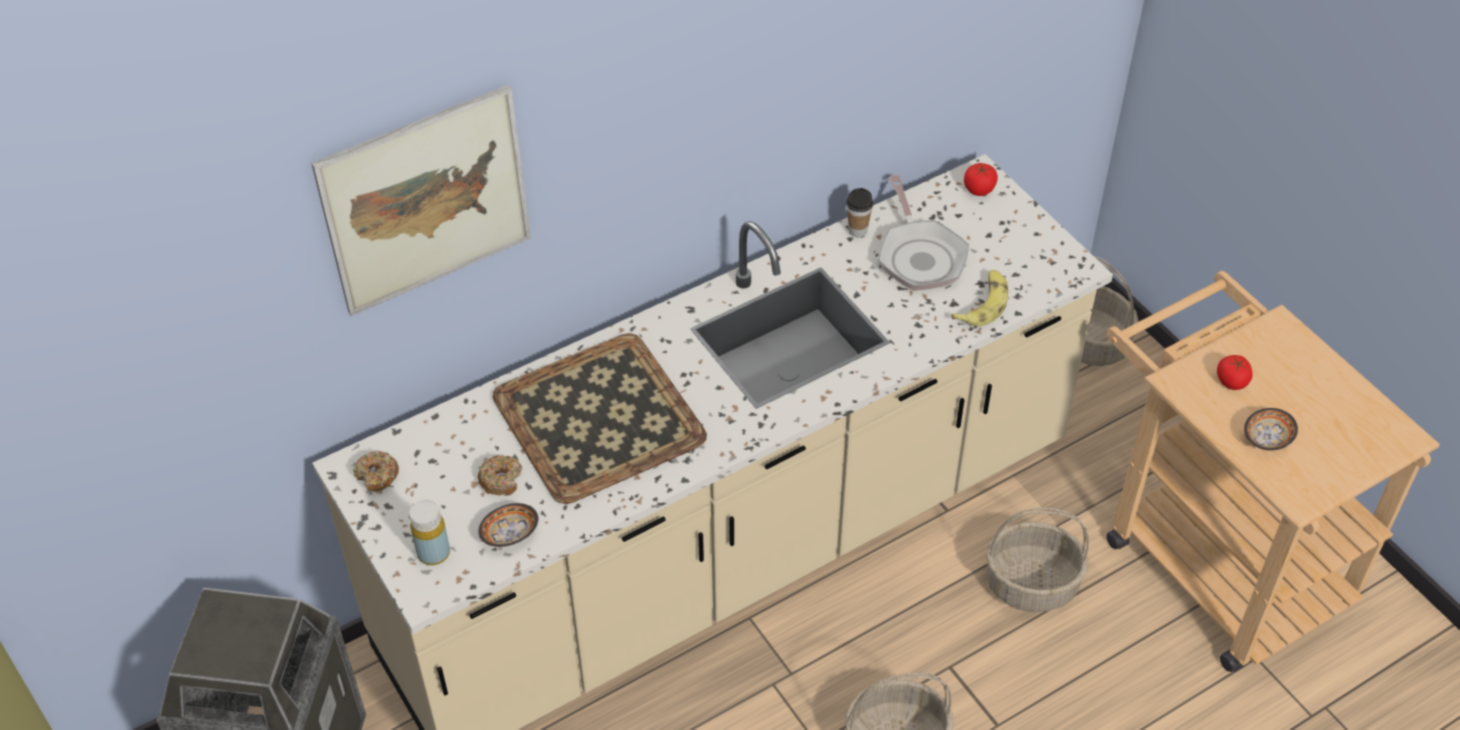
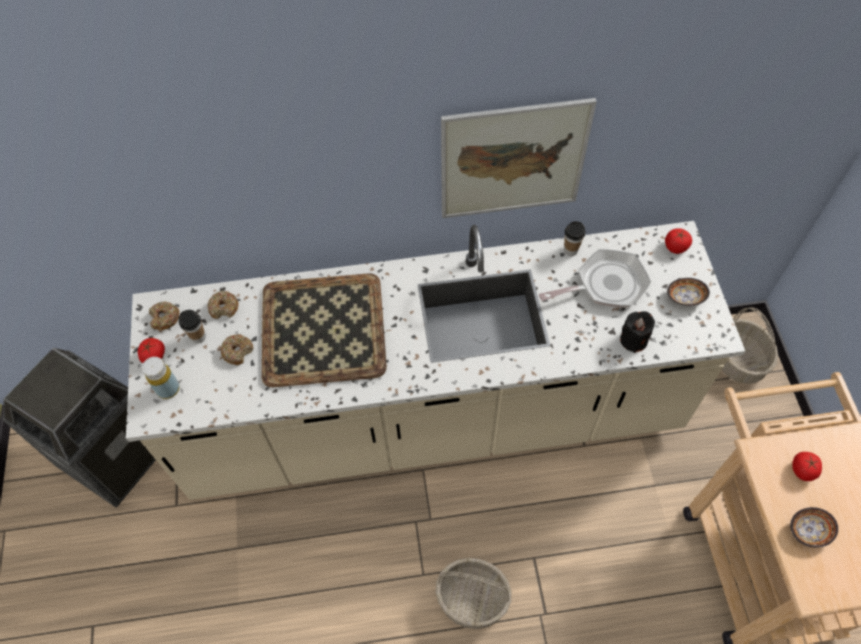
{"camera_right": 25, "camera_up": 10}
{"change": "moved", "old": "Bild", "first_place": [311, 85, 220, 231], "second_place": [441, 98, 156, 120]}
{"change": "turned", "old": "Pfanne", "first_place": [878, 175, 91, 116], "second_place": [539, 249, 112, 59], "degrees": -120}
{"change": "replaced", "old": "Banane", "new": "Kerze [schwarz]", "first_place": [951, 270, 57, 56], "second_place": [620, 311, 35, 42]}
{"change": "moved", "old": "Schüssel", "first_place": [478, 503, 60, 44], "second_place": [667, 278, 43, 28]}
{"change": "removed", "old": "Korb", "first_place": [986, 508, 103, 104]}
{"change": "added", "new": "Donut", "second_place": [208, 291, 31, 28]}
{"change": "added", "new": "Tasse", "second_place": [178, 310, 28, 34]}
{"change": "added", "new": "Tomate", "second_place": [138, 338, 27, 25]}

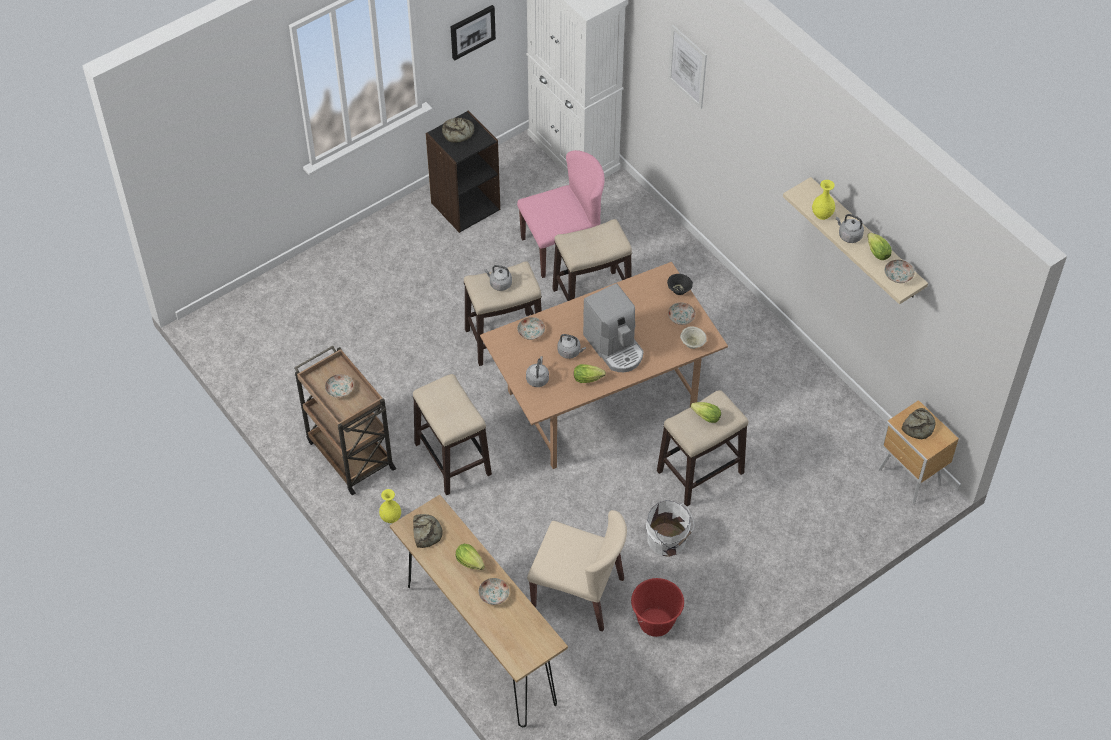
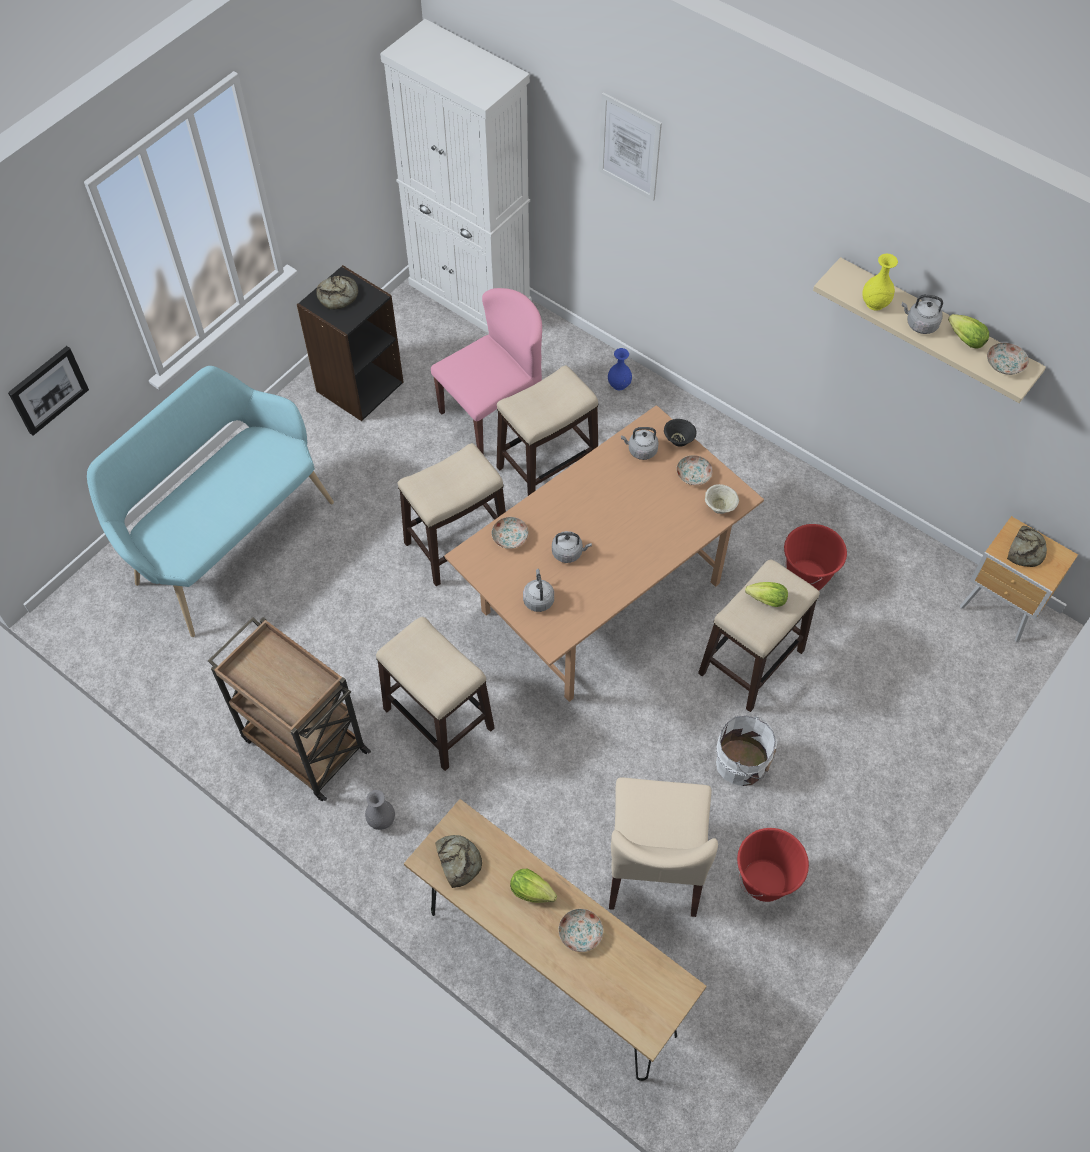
{"camera_right": -15, "camera_up": 5}
{"change": "moved", "old": "Bild", "first_place": [451, 5, 45, 56], "second_place": [8, 346, 81, 90]}
{"change": "moved", "old": "Wasserkessel [grau]", "first_place": [484, 265, 28, 26], "second_place": [621, 427, 38, 33]}
{"change": "removed", "old": "Kaffeemaschine", "first_place": [583, 283, 61, 89]}
{"change": "removed", "old": "Salatkopf", "first_place": [574, 364, 32, 19]}
{"change": "removed", "old": "Teller", "first_place": [325, 374, 29, 24]}
{"change": "recoloured", "old": "Vase [gelb]", "new": "Vase [grau]", "first_place": [379, 489, 22, 34], "second_place": [365, 790, 30, 40]}
{"change": "turned", "old": "Stuhl [beige]", "first_place": [527, 510, 100, 122], "second_place": [609, 777, 109, 140], "degrees": 90}
{"change": "added", "new": "Vase [blau]", "second_place": [608, 348, 24, 42]}
{"change": "added", "new": "Bank [türkis]", "second_place": [87, 366, 247, 271]}
{"change": "added", "new": "Eimer [rot]", "second_place": [784, 524, 63, 67]}

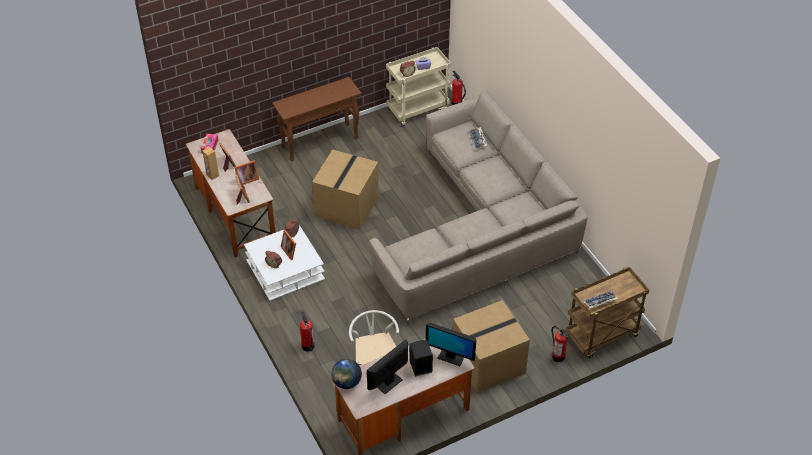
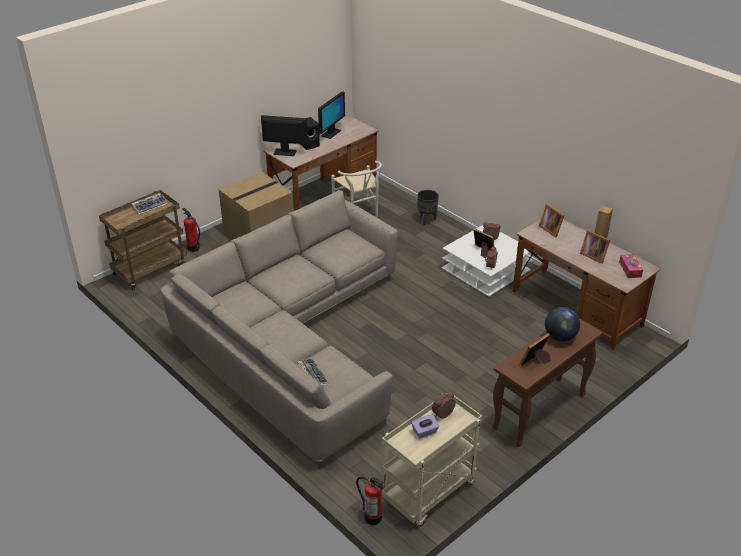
{"camera_right": 165, "camera_up": -10}
{"change": "removed", "old": "Karton", "first_place": [312, 149, 67, 81]}
{"change": "moved", "old": "Bilderrahmen", "first_place": [234, 160, 25, 25], "second_place": [520, 334, 31, 32]}
{"change": "replaced", "old": "Feuerlöscher", "new": "Pflanzkübel [schwarz]", "first_place": [300, 311, 14, 41], "second_place": [417, 190, 22, 35]}
{"change": "moved", "old": "Globus", "first_place": [332, 359, 30, 30], "second_place": [545, 307, 35, 35]}

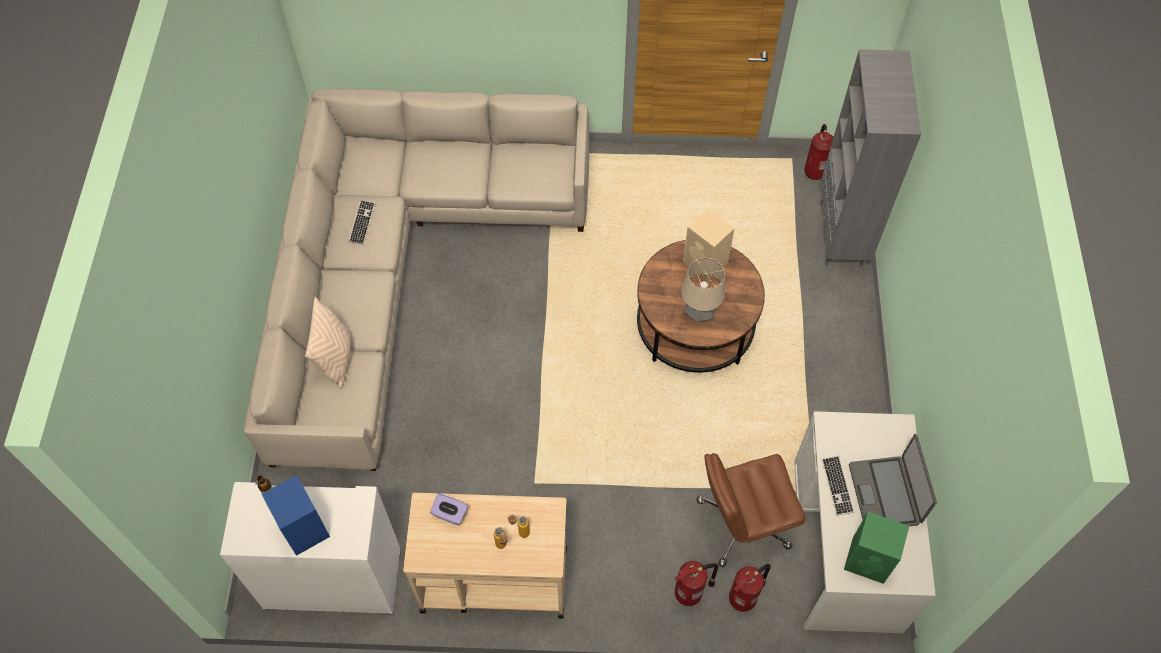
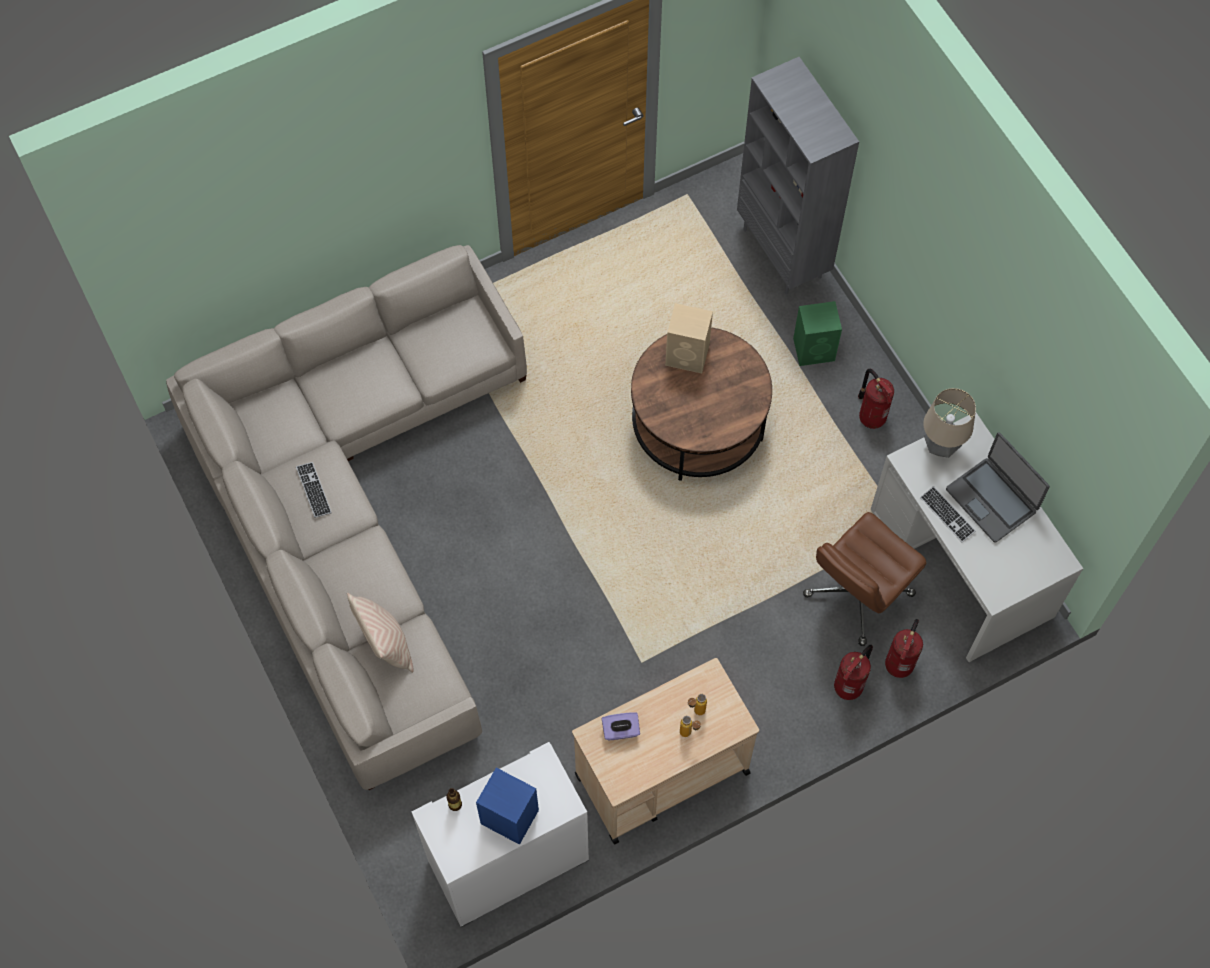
{"camera_right": -30, "camera_up": 5}
{"change": "moved", "old": "Feuerlöscher", "first_place": [804, 124, 29, 56], "second_place": [858, 369, 36, 60]}
{"change": "moved", "old": "Tischlampe", "first_place": [681, 258, 44, 64], "second_place": [923, 388, 53, 70]}
{"change": "moved", "old": "Lautsprecher [grün]", "first_place": [844, 512, 65, 72], "second_place": [793, 301, 49, 65]}

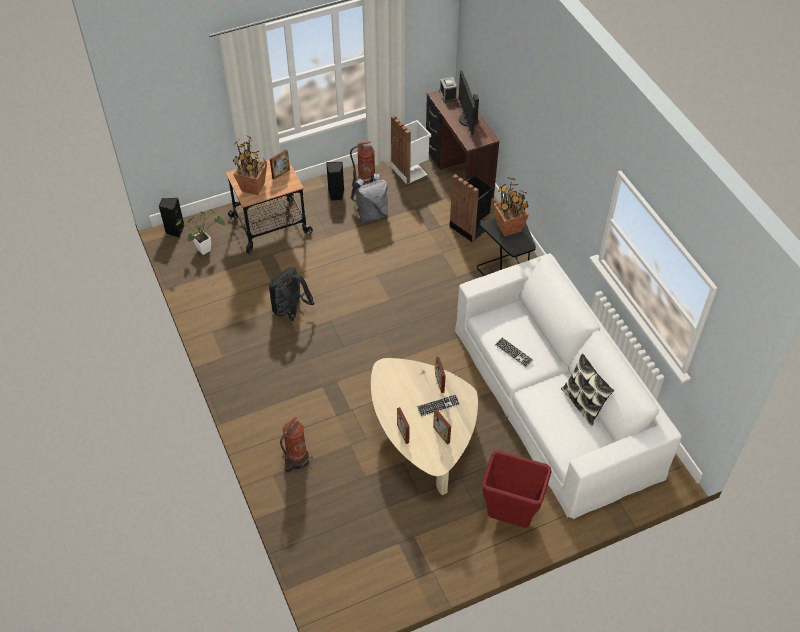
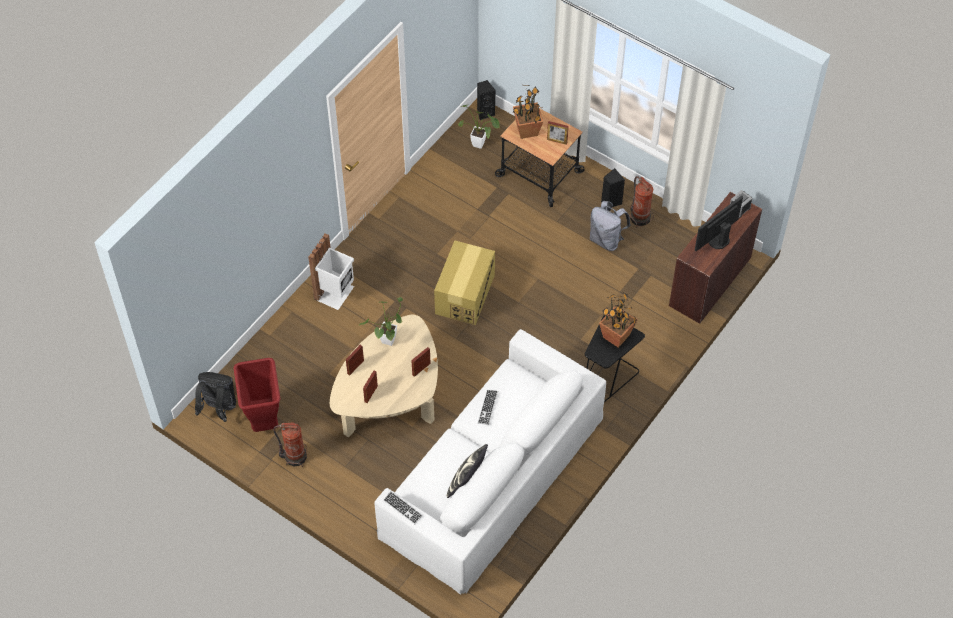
{"camera_right": 60, "camera_up": 5}
{"change": "moved", "old": "Mülleimer [weiß]", "first_place": [391, 115, 40, 69], "second_place": [308, 233, 46, 77]}
{"change": "removed", "old": "Mülleimer [schwarz]", "first_place": [449, 174, 45, 68]}
{"change": "moved", "old": "Rucksack [schwarz]", "first_place": [269, 267, 46, 54], "second_place": [195, 372, 41, 50]}
{"change": "moved", "old": "Tastatur", "first_place": [417, 394, 43, 23], "second_place": [383, 491, 40, 33]}
{"change": "moved", "old": "Feuerlöscher", "first_place": [280, 417, 33, 56], "second_place": [273, 422, 34, 45]}
{"change": "moved", "old": "Mülleimer [rot]", "first_place": [482, 450, 69, 78], "second_place": [234, 358, 47, 74]}
{"change": "added", "new": "Karton", "second_place": [434, 240, 61, 85]}
{"change": "added", "new": "Topfpflanze", "second_place": [358, 297, 45, 49]}

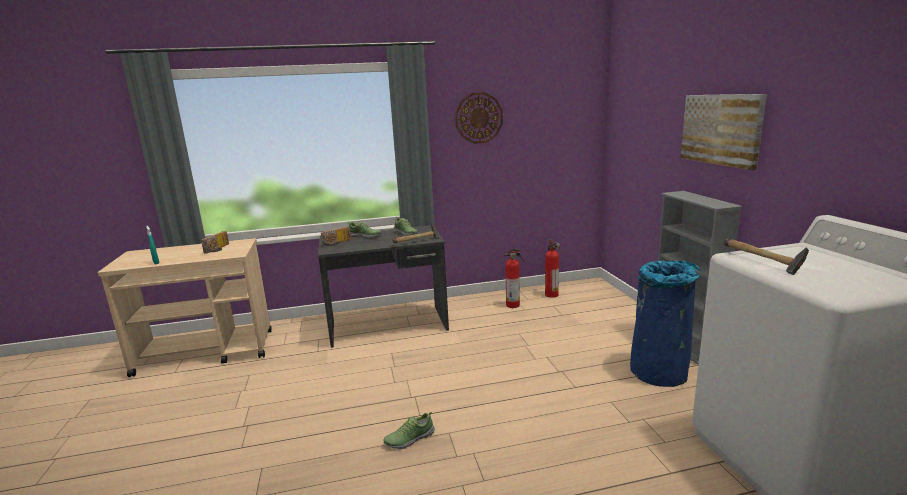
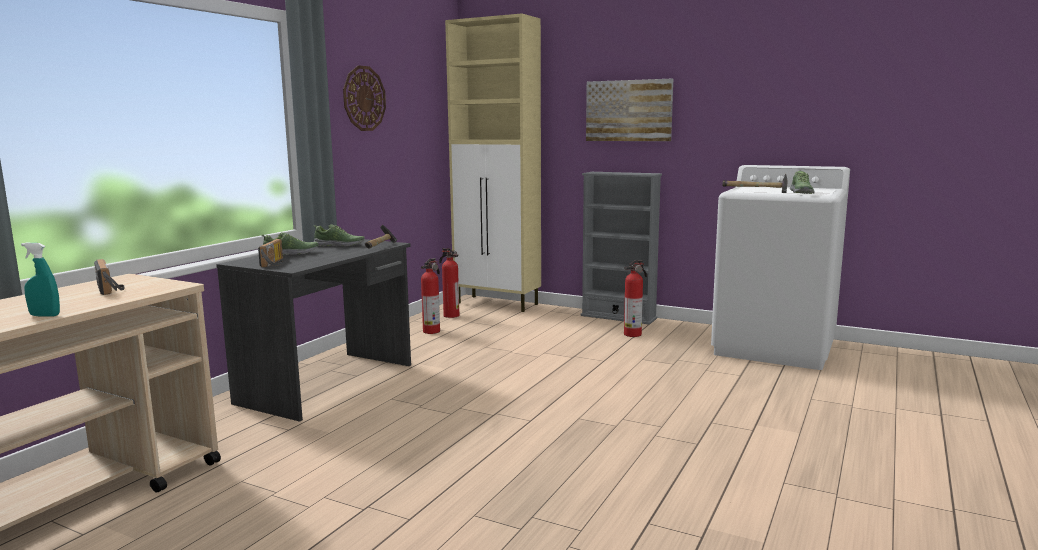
{"camera_right": -50, "camera_up": -5}
{"change": "replaced", "old": "Mülleimer [blau]", "new": "Feuerlöscher", "first_place": [630, 261, 71, 126], "second_place": [624, 260, 23, 77]}
{"change": "moved", "old": "Schuh", "first_place": [383, 412, 52, 37], "second_place": [790, 171, 25, 23]}
{"change": "added", "new": "Schrank [beige]", "second_place": [445, 13, 96, 299]}

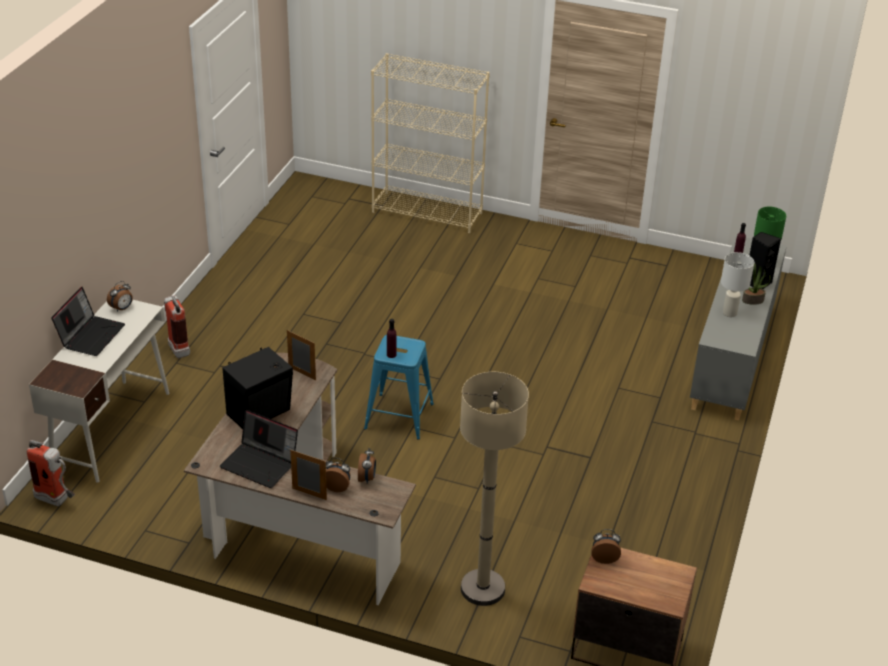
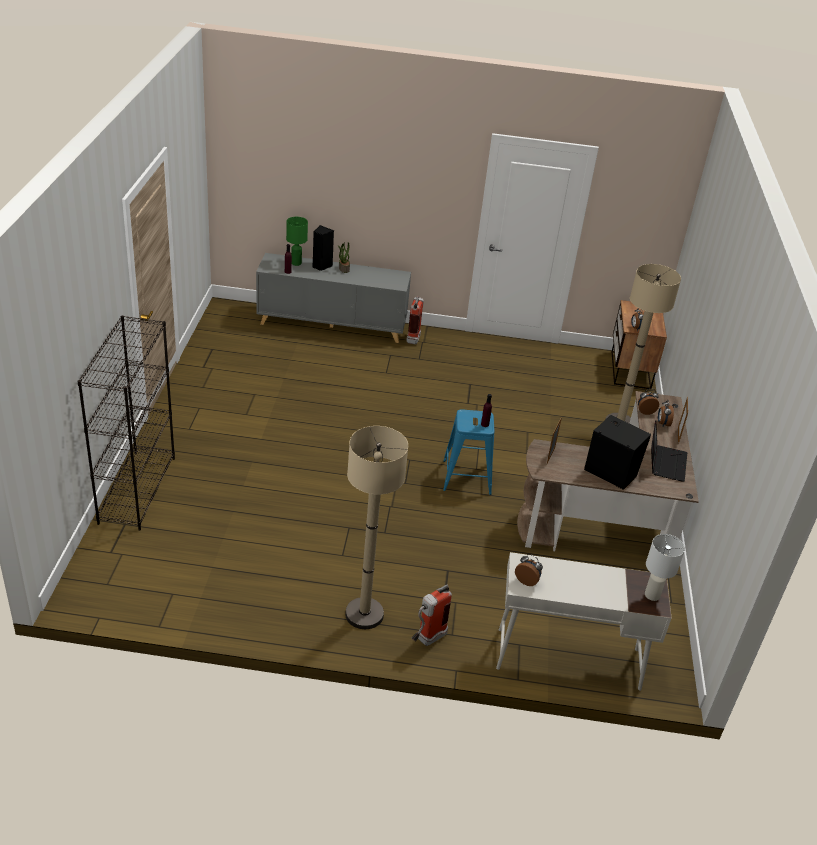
{"camera_right": -105, "camera_up": 0}
{"change": "recoloured", "old": "Bücherregal [beige]", "new": "Bücherregal [schwarz]", "first_place": [371, 53, 119, 180], "second_place": [77, 315, 98, 216]}
{"change": "moved", "old": "Tischlampe [weiß]", "first_place": [721, 252, 33, 65], "second_place": [645, 534, 40, 67]}
{"change": "removed", "old": "Laptop", "first_place": [51, 287, 74, 69]}
{"change": "moved", "old": "Feuerlöscher", "first_place": [27, 440, 48, 66], "second_place": [406, 296, 18, 48]}
{"change": "added", "new": "Stehlampe [beige]", "second_place": [345, 426, 63, 203]}

